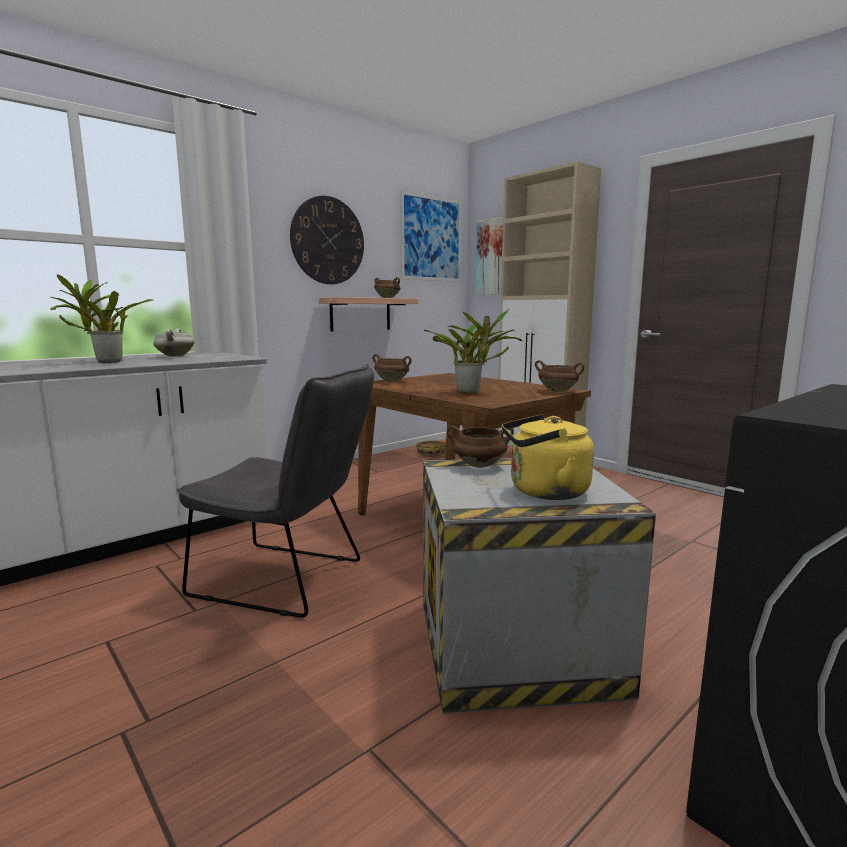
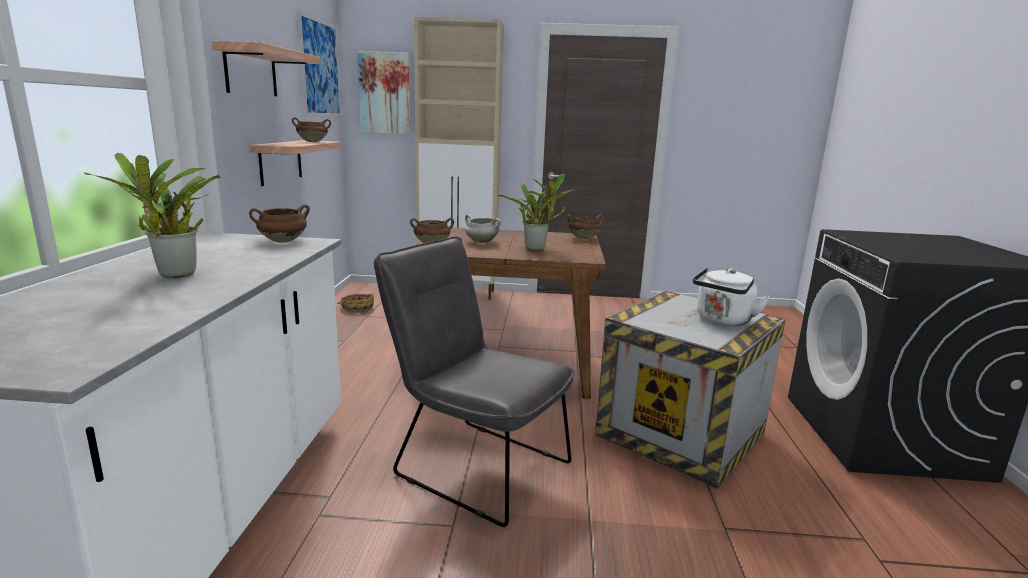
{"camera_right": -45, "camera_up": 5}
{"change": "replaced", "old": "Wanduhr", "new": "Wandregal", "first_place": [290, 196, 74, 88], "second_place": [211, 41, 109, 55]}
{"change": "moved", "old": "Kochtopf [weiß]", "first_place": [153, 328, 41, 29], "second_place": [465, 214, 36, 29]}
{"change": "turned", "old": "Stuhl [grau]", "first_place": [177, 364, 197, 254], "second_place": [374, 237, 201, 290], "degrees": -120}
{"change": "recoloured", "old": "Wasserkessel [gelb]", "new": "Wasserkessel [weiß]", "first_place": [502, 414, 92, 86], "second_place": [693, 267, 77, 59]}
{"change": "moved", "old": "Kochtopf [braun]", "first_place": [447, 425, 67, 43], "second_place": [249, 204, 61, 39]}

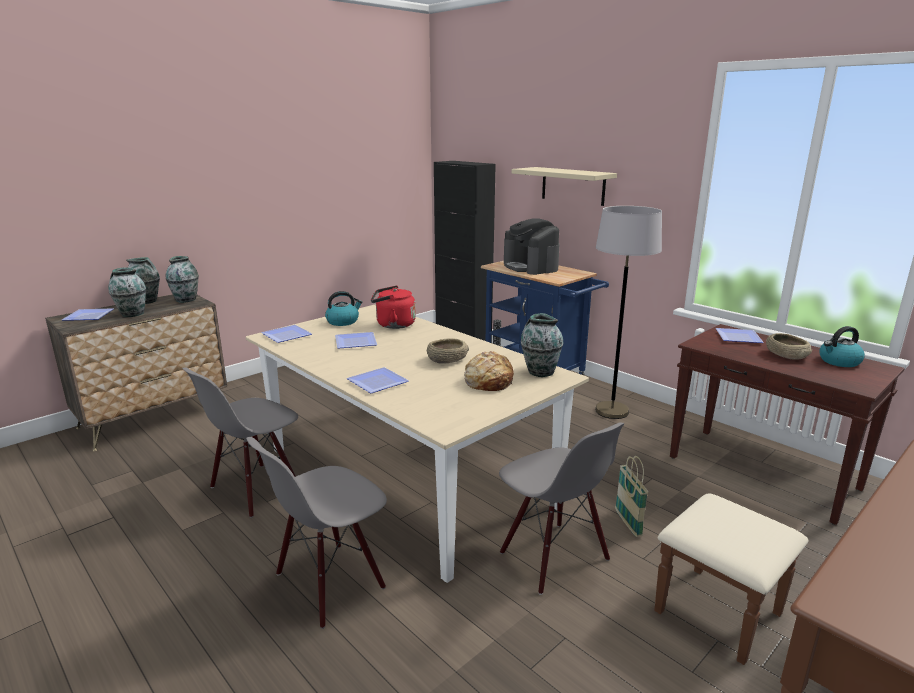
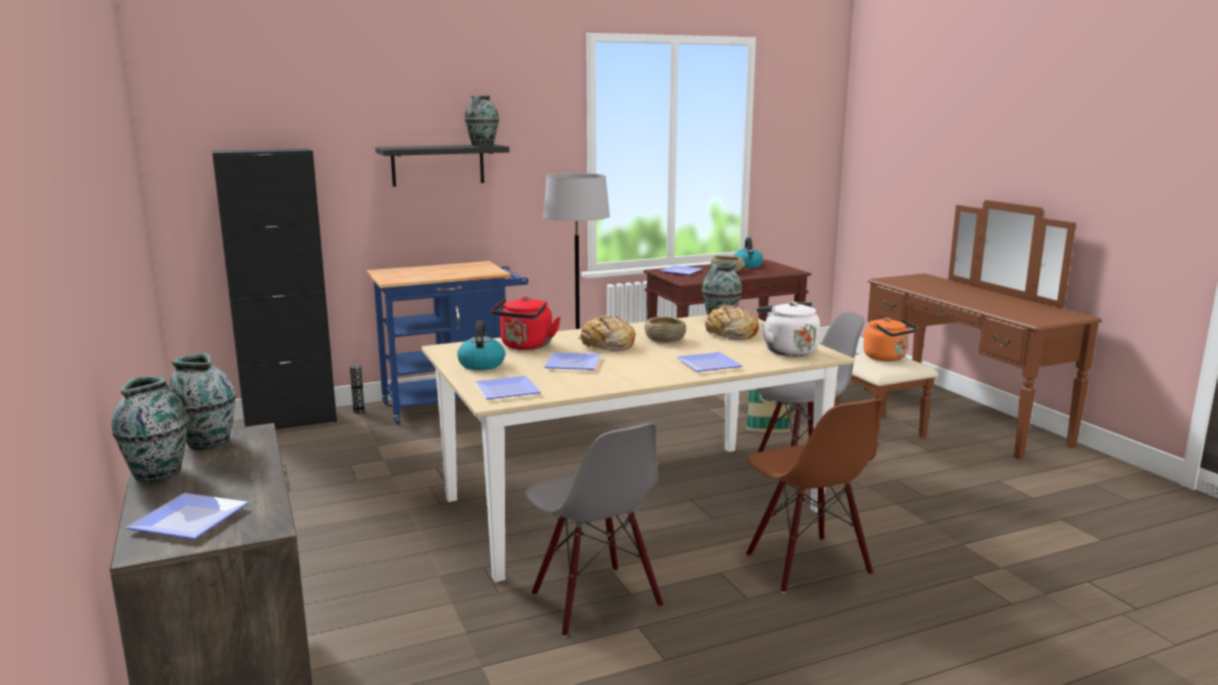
{"camera_right": -70, "camera_up": -5}
{"change": "recoloured", "old": "Wandregal [beige]", "new": "Wandregal [schwarz]", "first_place": [512, 167, 105, 39], "second_place": [375, 144, 134, 43]}
{"change": "removed", "old": "Kaffeemaschine", "first_place": [504, 218, 55, 57]}
{"change": "moved", "old": "Vase", "first_place": [108, 267, 38, 50], "second_place": [464, 95, 35, 51]}
{"change": "recoloured", "old": "Stuhl [grau]", "new": "Stuhl [braun]", "first_place": [246, 437, 141, 192], "second_place": [746, 399, 136, 194]}
{"change": "added", "new": "Wasserkessel [weiß]", "second_place": [757, 301, 63, 56]}
{"change": "added", "new": "Brot", "second_place": [578, 316, 57, 35]}
{"change": "added", "new": "Wasserkessel [orange]", "second_place": [863, 318, 55, 43]}

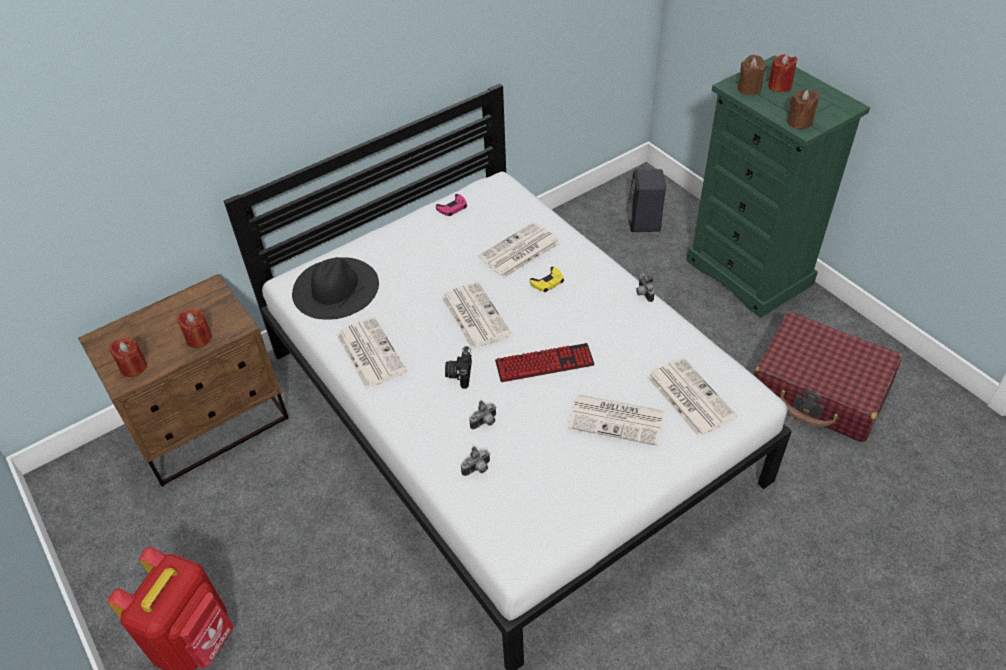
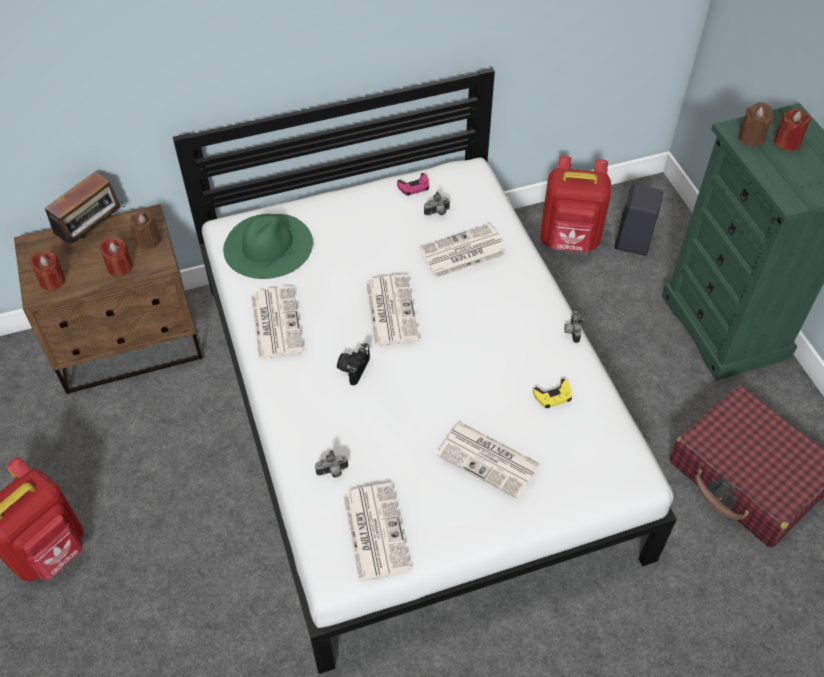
{"camera_right": 15, "camera_up": 5}
{"change": "moved", "old": "Kerze [braun]", "first_place": [787, 90, 32, 39], "second_place": [130, 210, 31, 39]}
{"change": "recoloured", "old": "Hut [schwarz]", "new": "Hut [grün]", "first_place": [292, 257, 87, 63], "second_place": [223, 214, 90, 65]}
{"change": "moved", "old": "Gamepad [gelb]", "first_place": [530, 266, 34, 26], "second_place": [533, 379, 39, 29]}
{"change": "removed", "old": "Tastatur", "first_place": [495, 343, 100, 39]}
{"change": "moved", "old": "Zeitung", "first_place": [647, 357, 90, 80], "second_place": [343, 483, 68, 99]}
{"change": "moved", "old": "Kamera", "first_place": [469, 400, 28, 30], "second_place": [424, 191, 26, 25]}
{"change": "added", "new": "Rucksack [rot]", "second_place": [540, 156, 71, 97]}
{"change": "added", "new": "Radio", "second_place": [45, 171, 79, 77]}

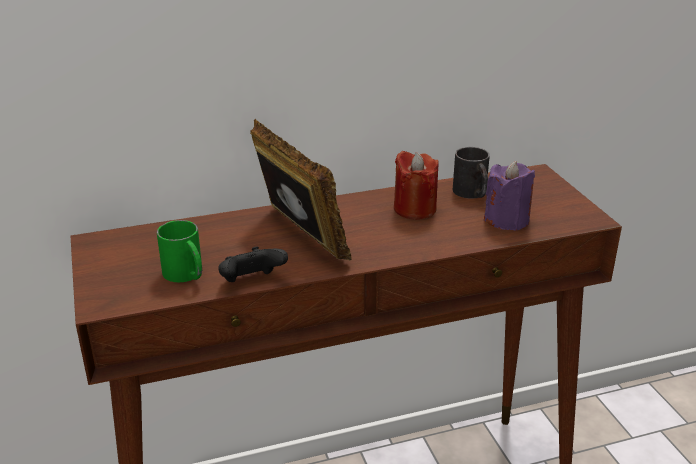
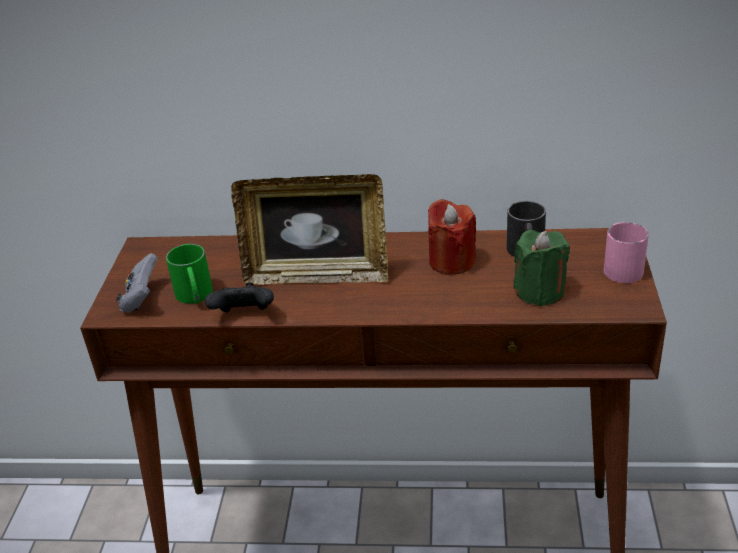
{"camera_right": 25, "camera_up": 5}
{"change": "turned", "old": "Bilderrahmen", "first_place": [250, 118, 102, 143], "second_place": [231, 174, 157, 111], "degrees": 105}
{"change": "recoloured", "old": "Kerze [lila]", "new": "Kerze [grün]", "first_place": [484, 161, 51, 70], "second_place": [513, 230, 57, 76]}
{"change": "added", "new": "Henkelbecher [rosa]", "second_place": [604, 222, 45, 61]}
{"change": "added", "new": "Gamepad [grau]", "second_place": [116, 253, 42, 60]}

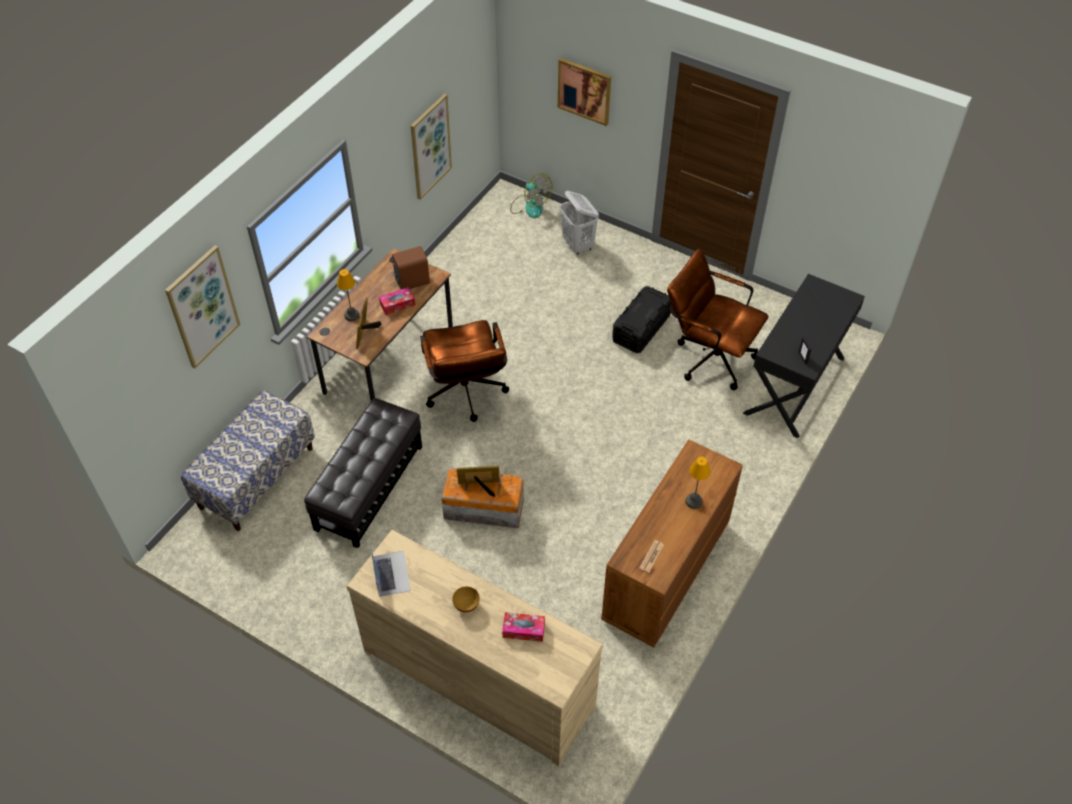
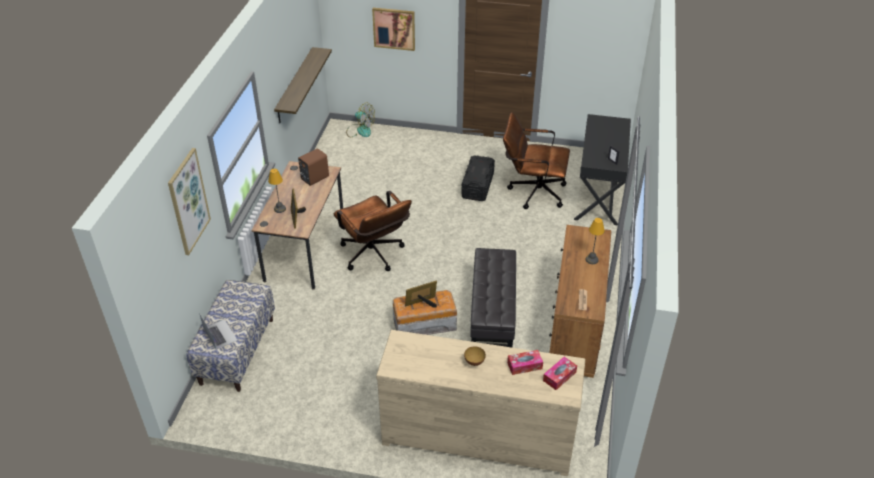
{"camera_right": -20, "camera_up": -10}
{"change": "replaced", "old": "Bild", "new": "Wandregal", "first_place": [411, 94, 41, 106], "second_place": [274, 47, 58, 76]}
{"change": "removed", "old": "Wäschekorb [weiß]", "first_place": [560, 191, 39, 64]}
{"change": "moved", "old": "Taschentuchbox", "first_place": [379, 287, 36, 28], "second_place": [543, 357, 34, 33]}
{"change": "moved", "old": "Polsterhocker [schwarz]", "first_place": [304, 398, 118, 150], "second_place": [470, 248, 46, 99]}
{"change": "moved", "old": "Laptop", "first_place": [369, 541, 42, 56], "second_place": [200, 315, 37, 35]}

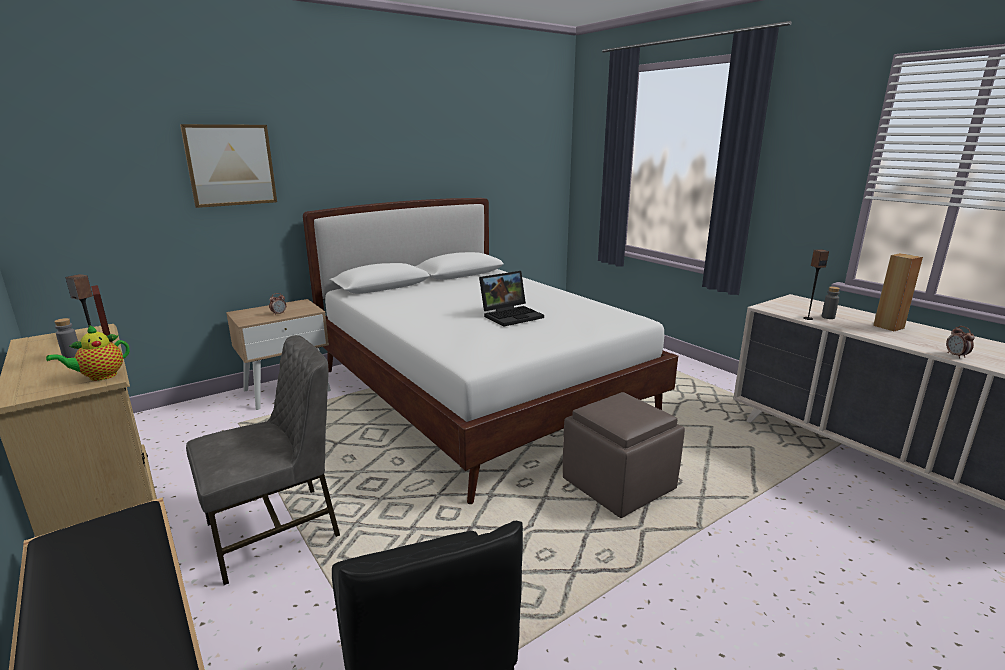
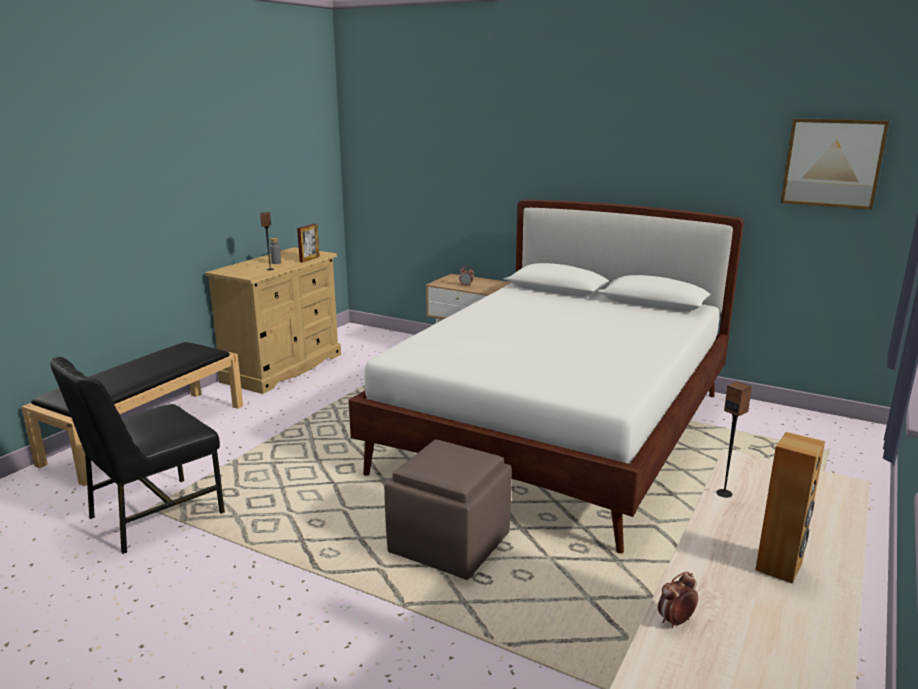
{"camera_right": 65, "camera_up": 0}
{"change": "moved", "old": "Bild", "first_place": [180, 124, 97, 84], "second_place": [781, 118, 108, 92]}
{"change": "removed", "old": "Laptop", "first_place": [479, 271, 65, 56]}
{"change": "removed", "old": "Flasche [grau]", "first_place": [822, 287, 18, 32]}
{"change": "removed", "old": "Teekanne", "first_place": [46, 325, 84, 56]}
{"change": "removed", "old": "Stuhl [grau]", "first_place": [186, 335, 154, 250]}

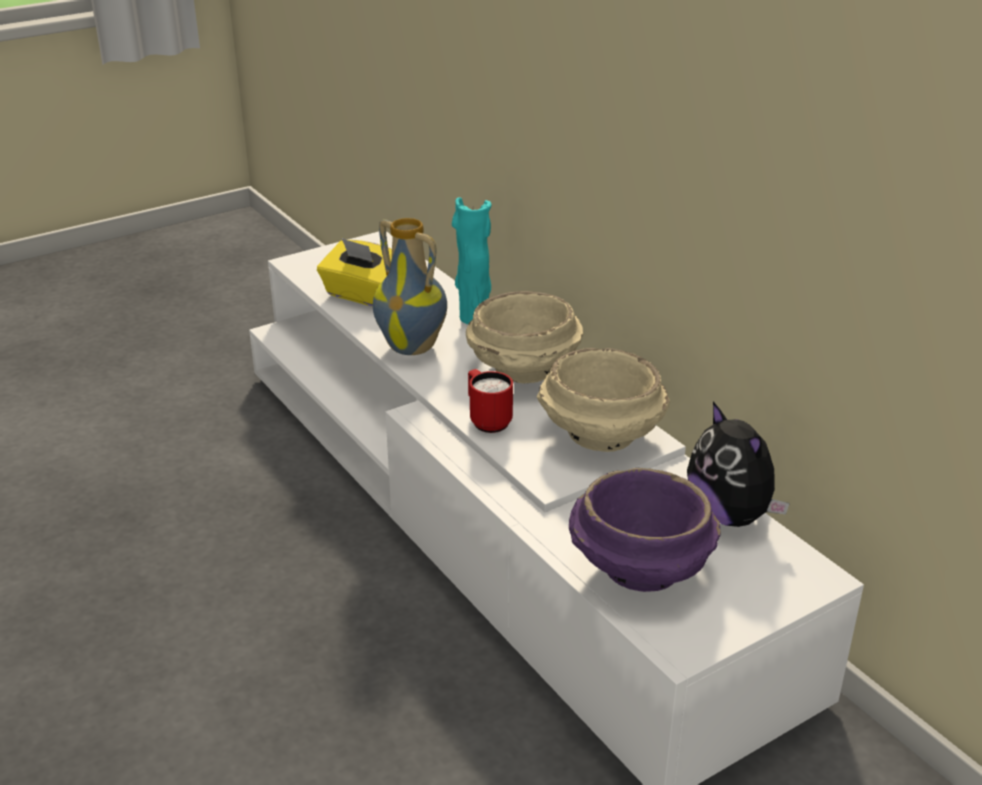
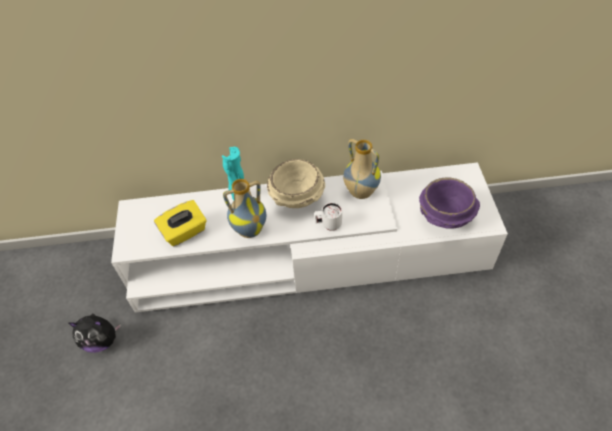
{"camera_right": -60, "camera_up": 20}
{"change": "replaced", "old": "Schüssel [beige]", "new": "Vase", "first_place": [537, 348, 133, 104], "second_place": [343, 139, 38, 60]}
{"change": "recoloured", "old": "Henkelbecher [rot]", "new": "Henkelbecher [weiß]", "first_place": [468, 369, 45, 64], "second_place": [314, 202, 28, 29]}
{"change": "moved", "old": "Plüschtier", "first_place": [687, 401, 103, 126], "second_place": [68, 314, 53, 39]}

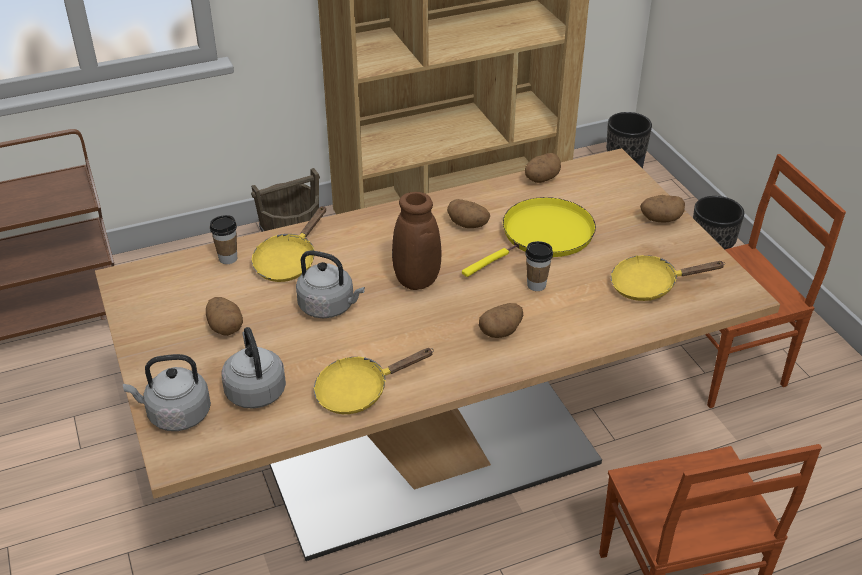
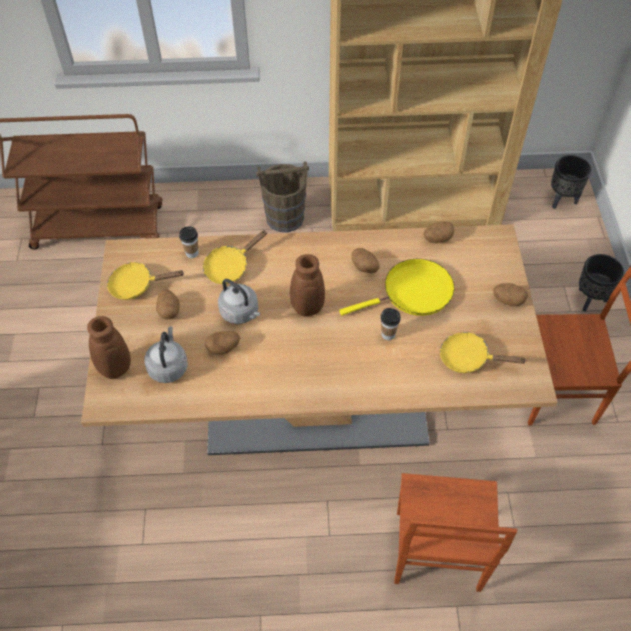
{"camera_right": 20, "camera_up": 15}
{"change": "moved", "old": "Kartoffel", "first_place": [479, 303, 44, 35], "second_place": [205, 331, 35, 23]}
{"change": "moved", "old": "Pfanne [gelb]", "first_place": [314, 348, 120, 66], "second_place": [107, 262, 78, 38]}
{"change": "replaced", "old": "Wasserkessel [grau]", "new": "Vase [braun]", "first_place": [123, 354, 88, 77], "second_place": [87, 316, 44, 63]}

